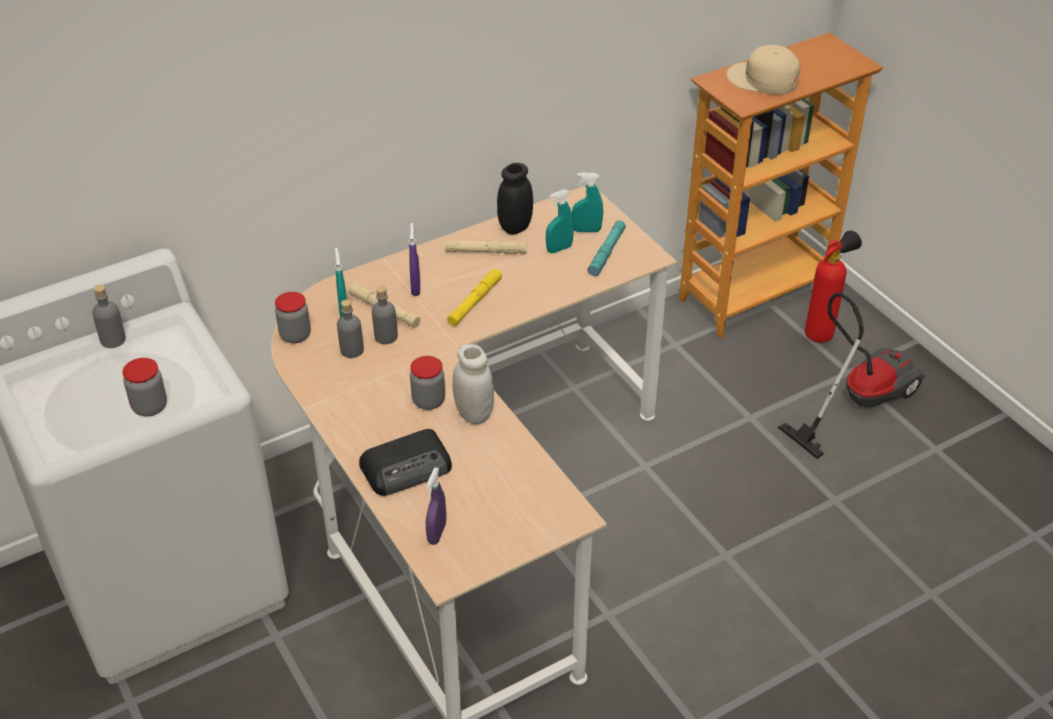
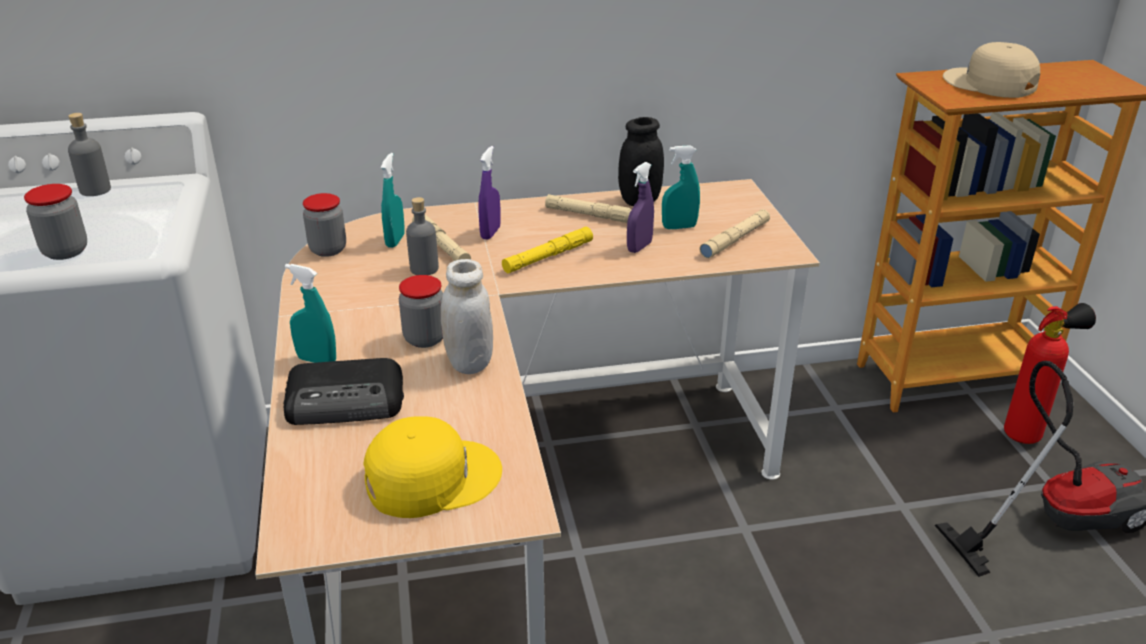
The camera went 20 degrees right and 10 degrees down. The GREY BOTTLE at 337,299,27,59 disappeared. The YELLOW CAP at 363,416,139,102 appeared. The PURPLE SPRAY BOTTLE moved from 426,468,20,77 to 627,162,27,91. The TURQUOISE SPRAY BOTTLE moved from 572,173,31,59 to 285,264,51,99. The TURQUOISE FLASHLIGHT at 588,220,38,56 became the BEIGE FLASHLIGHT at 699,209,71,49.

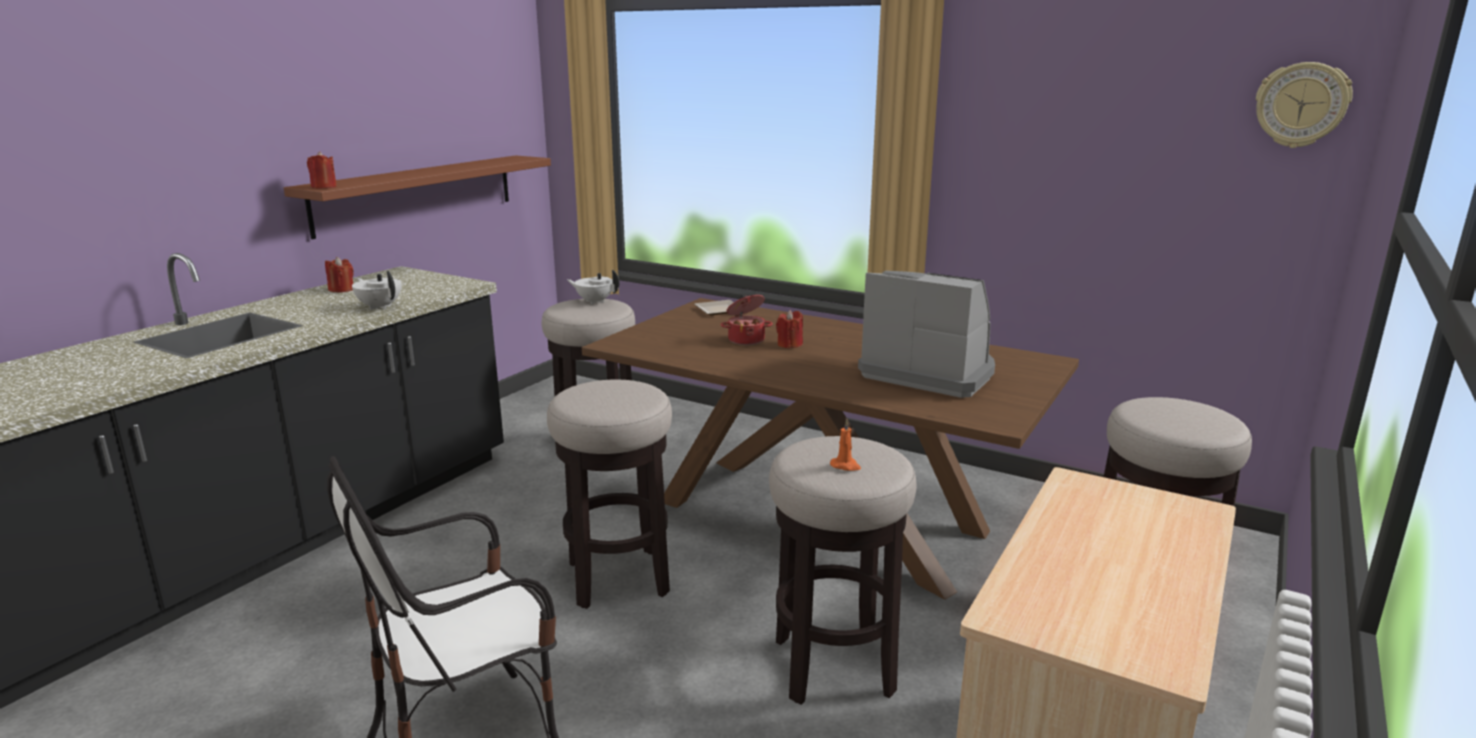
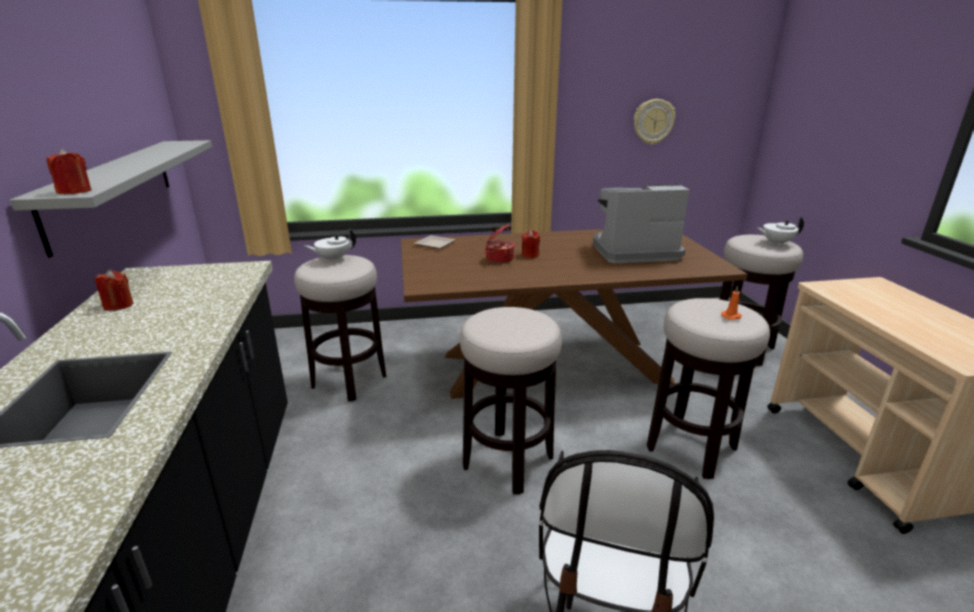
The camera went 40 degrees left and 5 degrees up. The WHITE TEAPOT moved from 352,271,50,39 to 756,217,48,29. The WALL CLOCK moved from 1256,62,97,86 to 634,99,42,46. The BROWN SHELF at 284,155,267,84 became the GREY SHELF at 10,140,202,118.

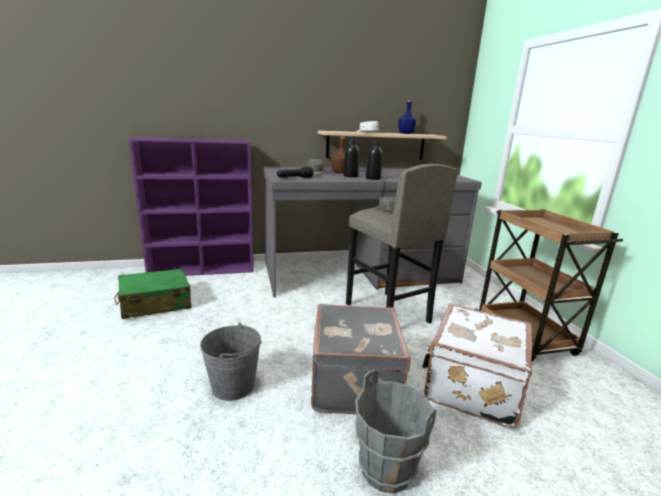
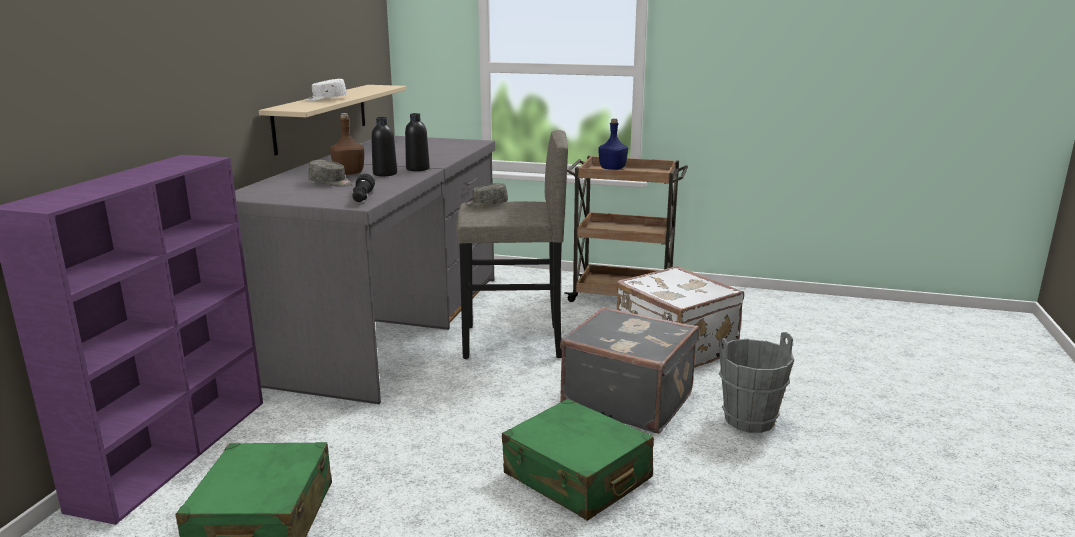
The camera went 60 degrees left and 0 degrees up. The BLUE BOTTLE moved from 399,99,17,35 to 598,118,30,52. The GREY BUCKET at 200,323,62,78 was replaced by the GREEN SUITCASE at 502,399,152,122.

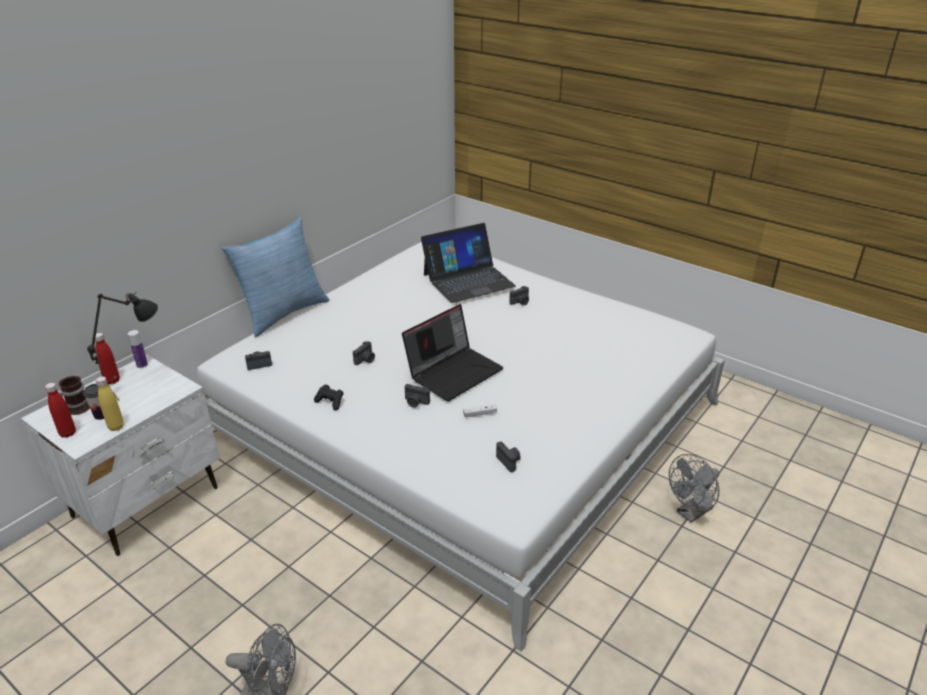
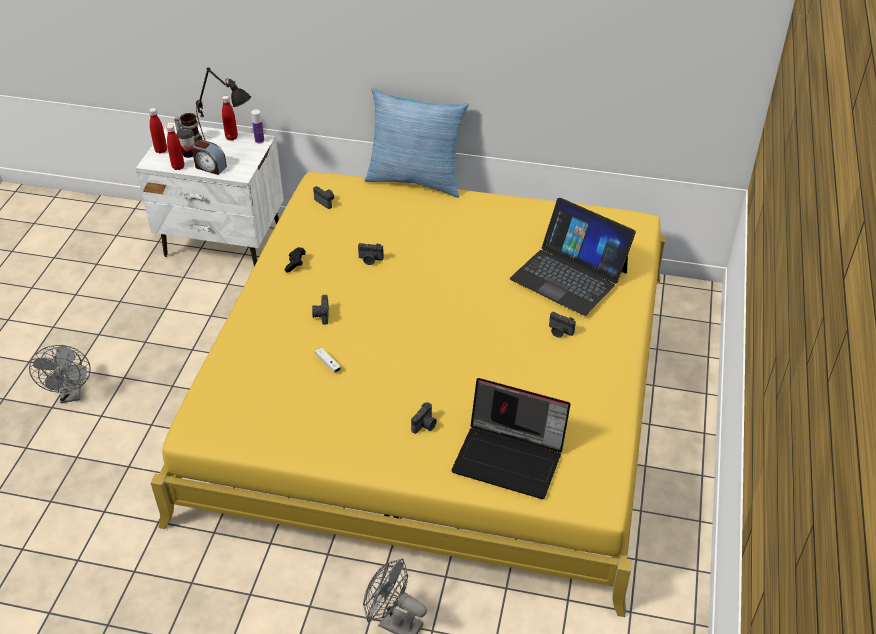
The camera went 65 degrees right and 10 degrees up. The ALARM CLOCK at 192,140,35,35 appeared. The LAPTOP moved from 402,304,102,98 to 451,378,119,121. The PHOTO CAMERA moved from 496,441,25,31 to 411,402,26,32. The YELLOW BOTTLE at 96,376,28,55 became the RED BOTTLE at 166,124,18,46. The WHITE BED at 197,242,528,410 became the YELLOW BED at 151,172,515,445.

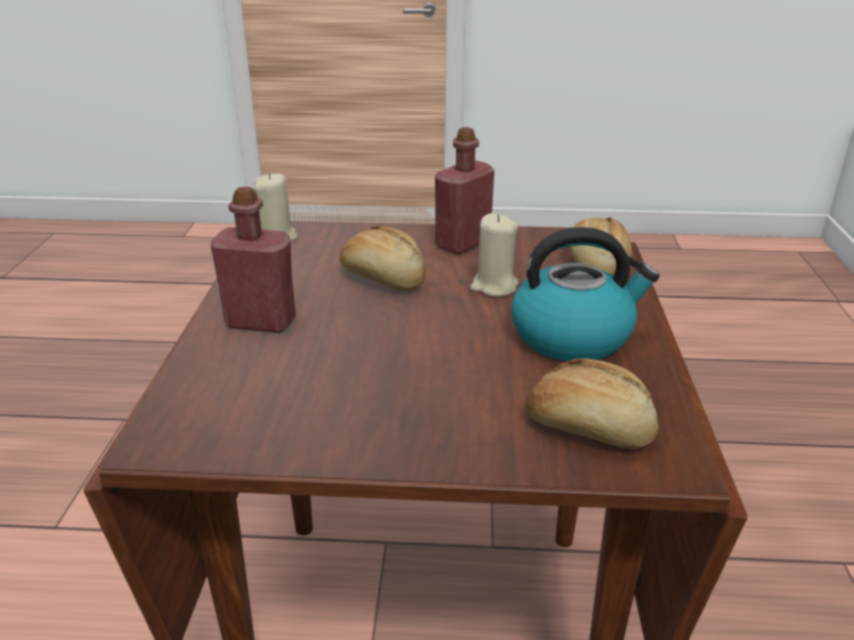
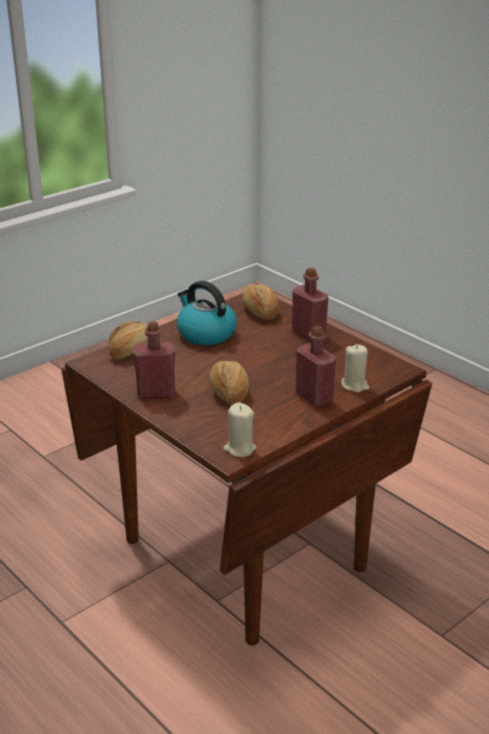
The camera went 135 degrees left and 0 degrees up. The RED BOTTLE at 292,268,36,73 appeared. The BEIGE CANDLE moved from 470,213,48,83 to 341,344,28,49.

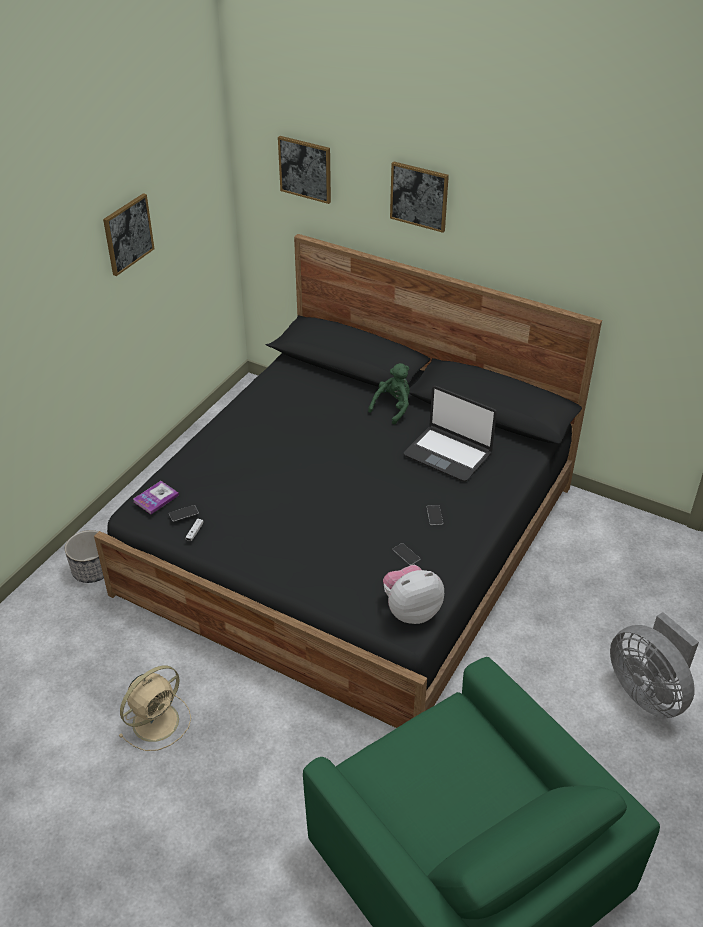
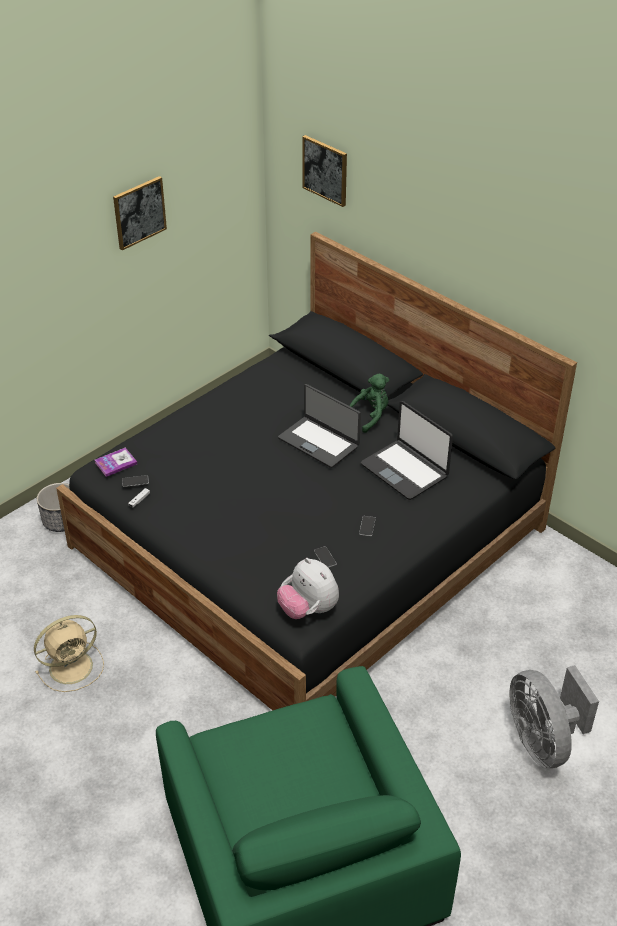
The camera went 15 degrees right and 0 degrees up. The PICTURE at 390,161,59,72 disappeared. The LAPTOP at 278,384,83,84 appeared. The PLUSH TOY at 383,565,61,59 turned 120 degrees counterclockwise.

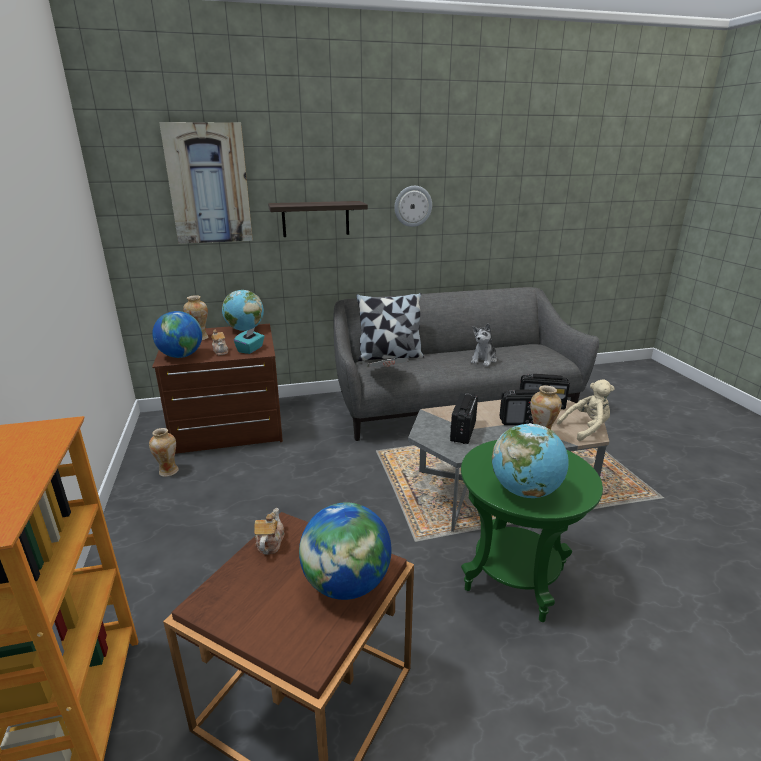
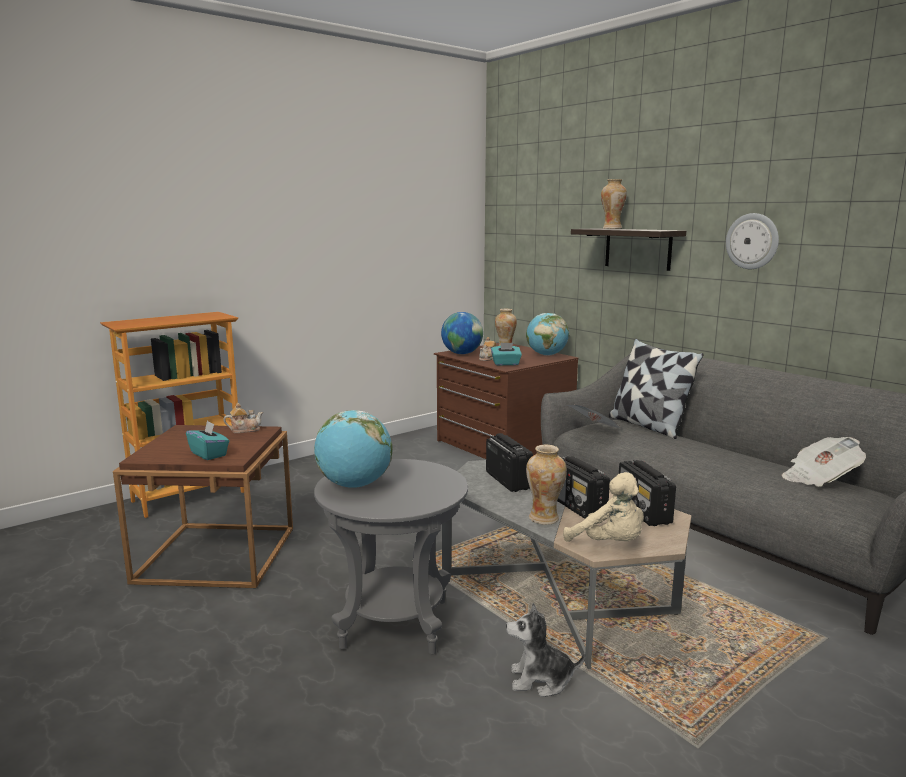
The camera went 65 degrees right and 10 degrees down. The PICTURE at 159,122,94,122 disappeared. The NEWSPAPER at 782,437,84,50 appeared. The VASE moved from 149,428,30,49 to 601,179,26,50. The PLUSH TOY moved from 471,323,26,43 to 506,603,79,94. The GLOBE at 299,502,93,98 was replaced by the TURQUOISE TISSUE BOX at 186,420,43,40. The GREEN SIDE TABLE at 461,440,142,182 became the GREY SIDE TABLE at 314,459,154,195. The RADIO at 450,393,28,51 turned 75 degrees clockwise.

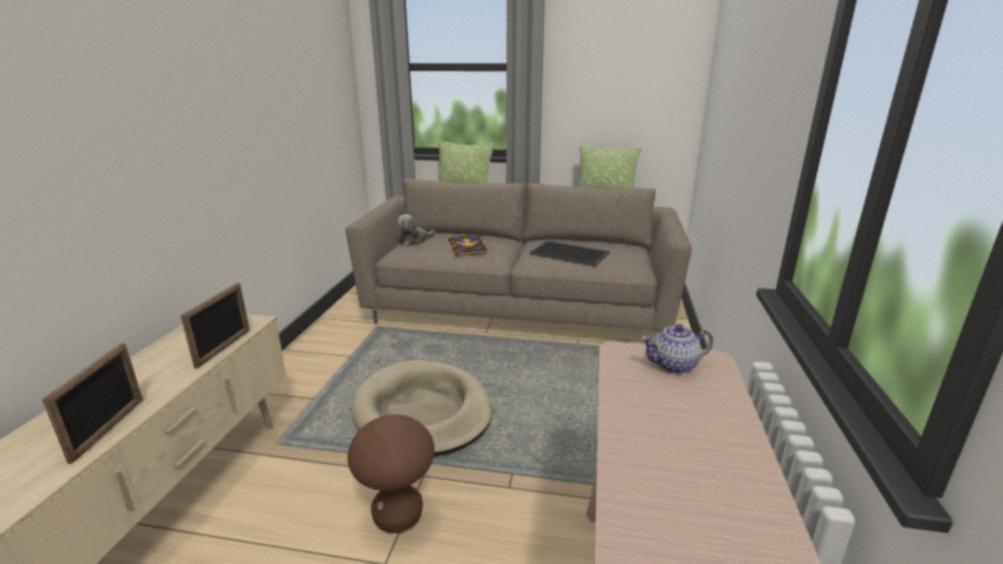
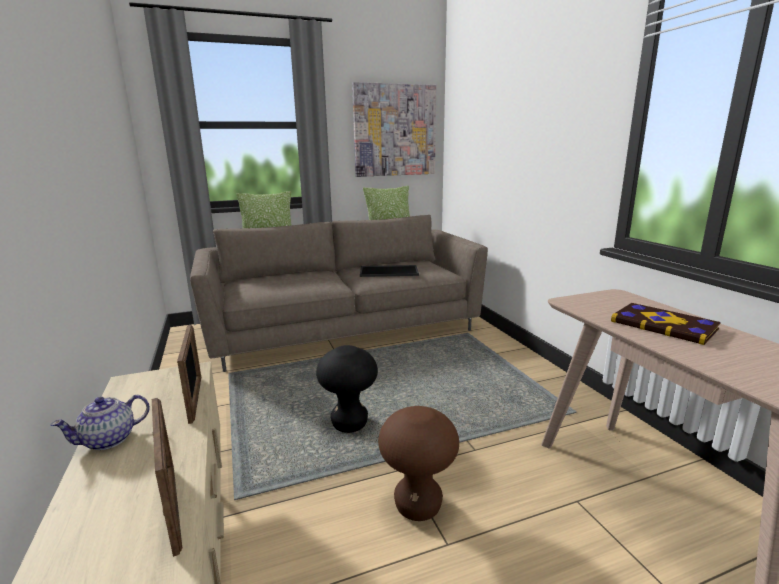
The camera went 30 degrees left and 5 degrees down. The PLUSH TOY at 396,214,39,32 disappeared. The PICTURE at 352,82,84,95 appeared. The BOOK moved from 448,235,41,21 to 611,303,110,42. The TEAPOT moved from 641,324,72,50 to 50,395,100,55. The BEIGE DOG BED at 351,360,142,96 was replaced by the BLACK STOOL at 316,345,62,88.

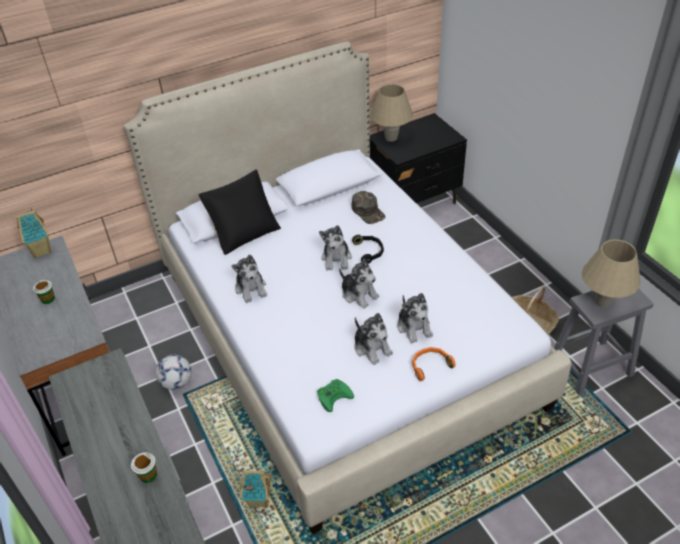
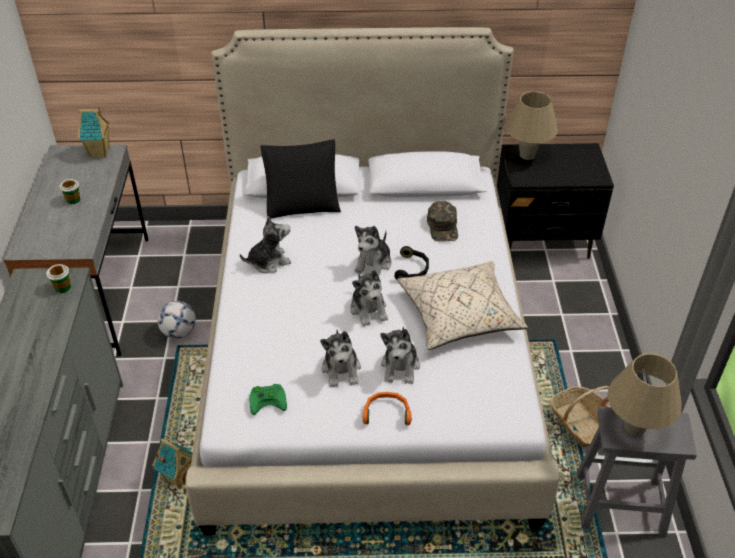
The camera went 25 degrees right and 0 degrees up. The BEIGE PILLOW at 397,261,131,89 appeared. The CUP moved from 131,452,26,31 to 46,264,25,29. The PLUSH TOY at 232,254,35,49 turned 120 degrees counterclockwise.

